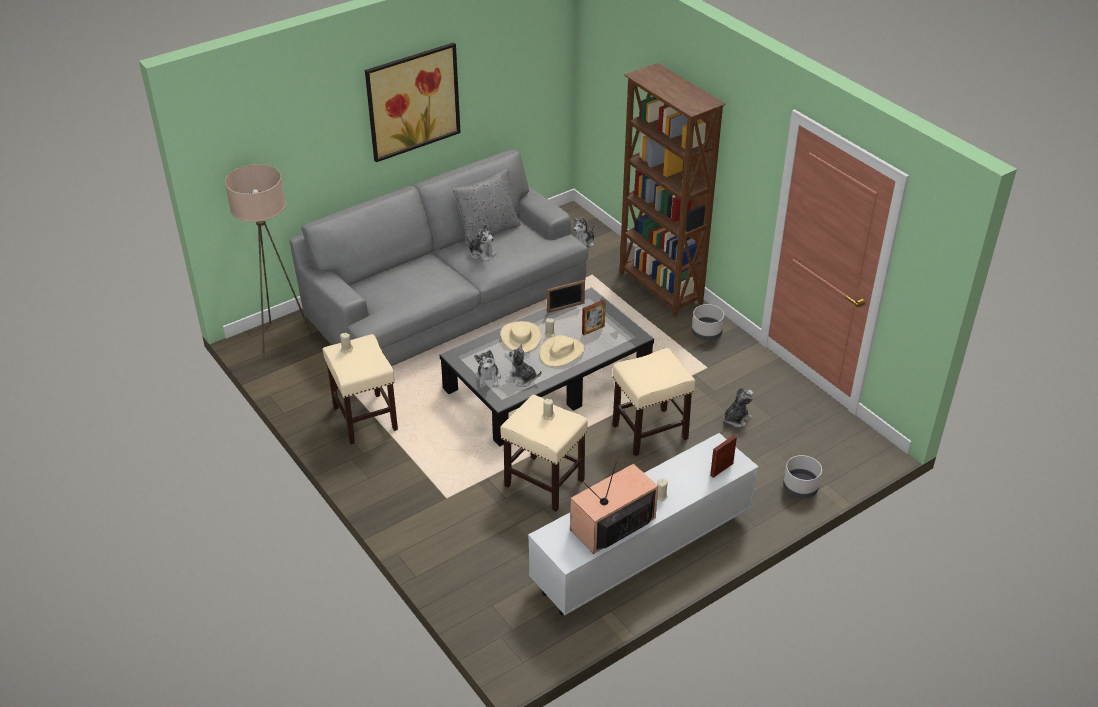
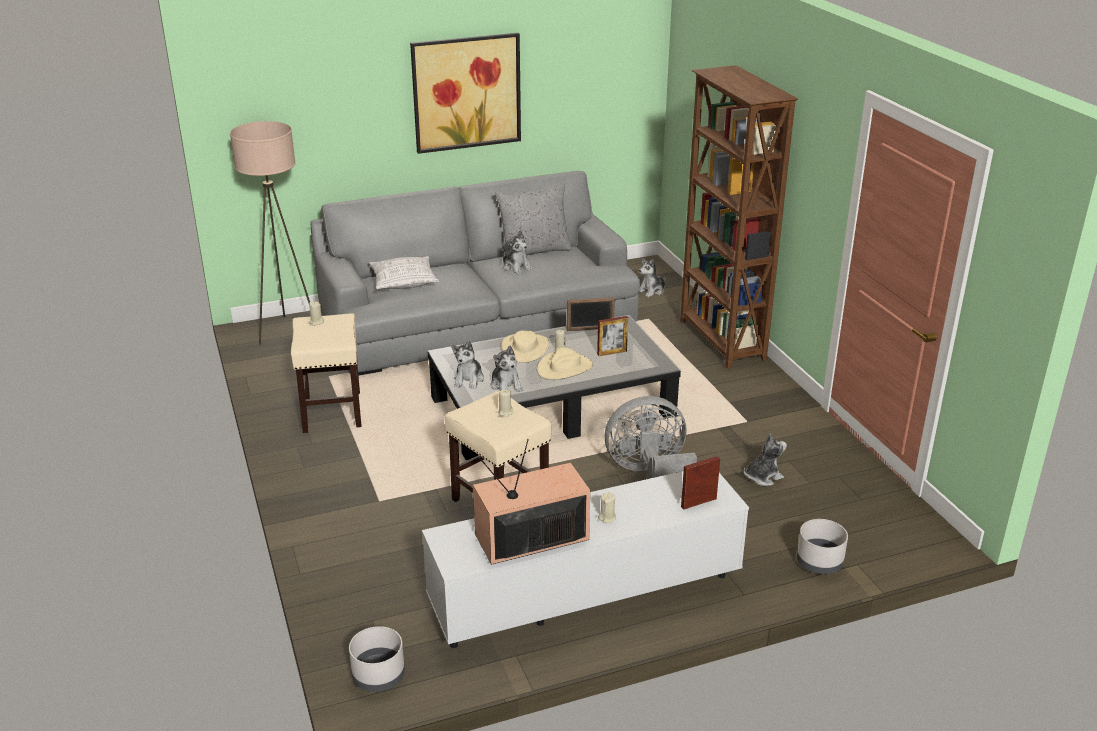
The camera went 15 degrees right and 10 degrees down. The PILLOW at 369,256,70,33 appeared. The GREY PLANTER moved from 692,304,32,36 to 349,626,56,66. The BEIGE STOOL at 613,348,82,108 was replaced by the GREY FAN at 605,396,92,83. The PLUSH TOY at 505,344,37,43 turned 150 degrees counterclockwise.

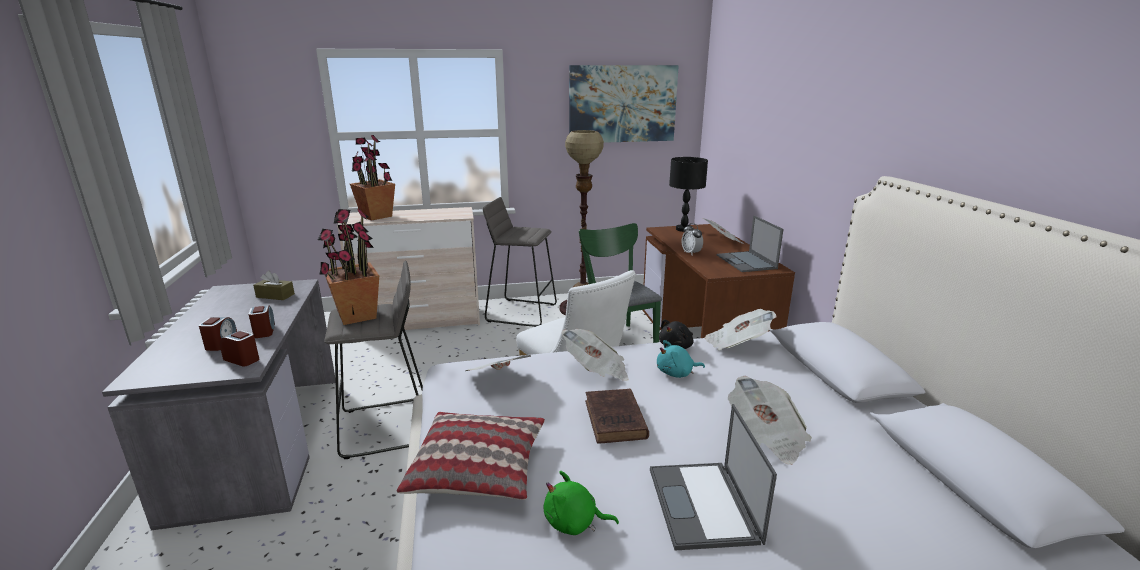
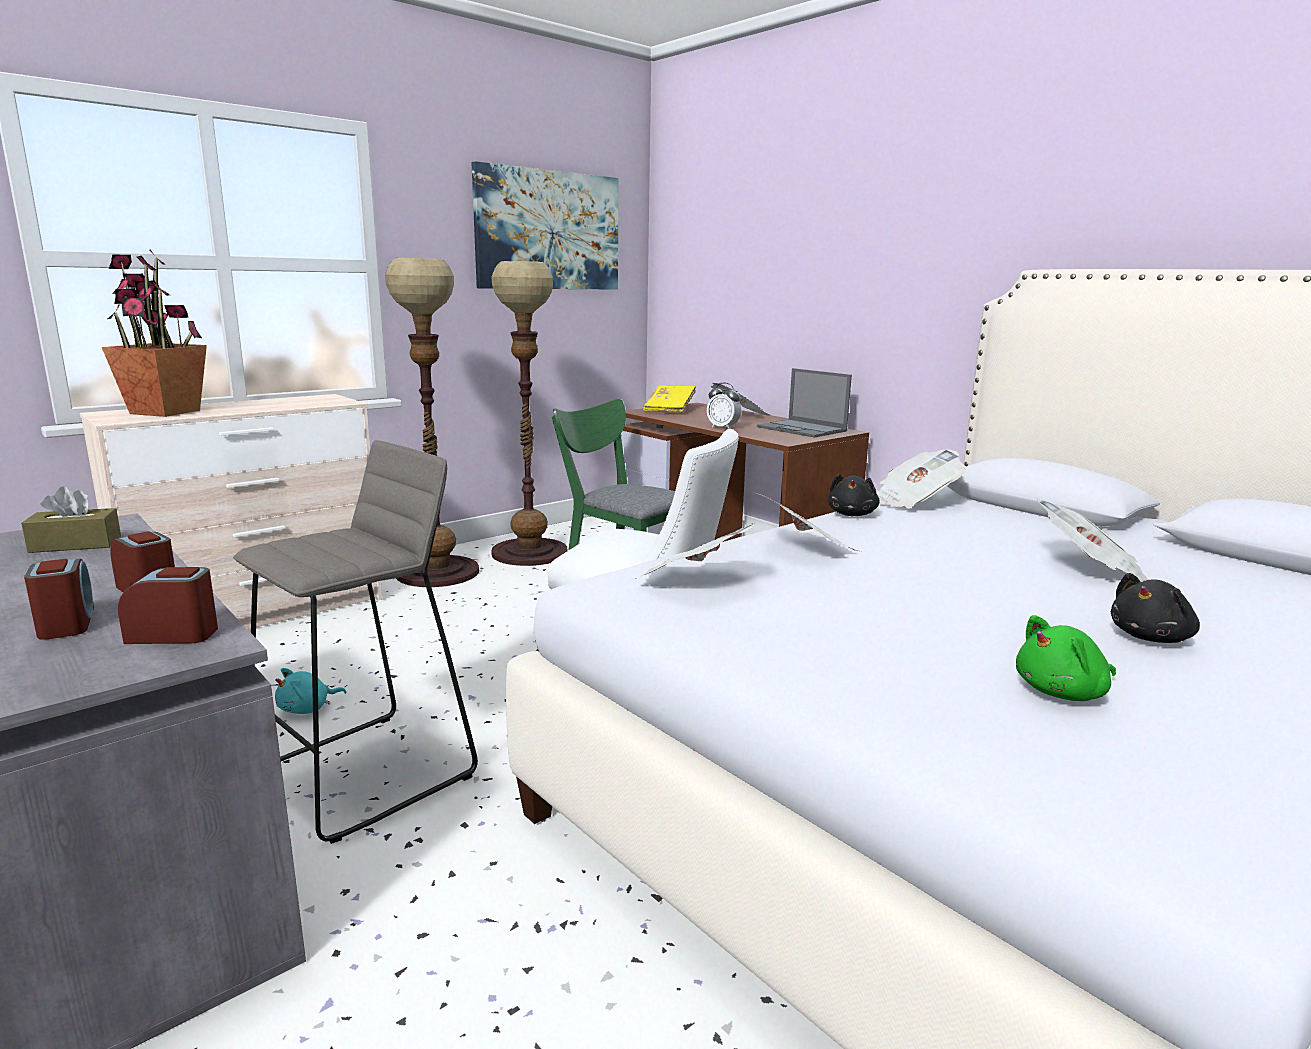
The camera went 30 degrees left and 5 degrees down. The POTTED PLANT at 318,208,61,117 disappeared. The PILLOW at 397,412,148,88 disappeared. The BROWN BOOK at 585,388,64,55 disappeared. The TURQUOISE PLUSH TOY moved from 657,340,48,38 to 275,668,71,46. The GREY STOOL at 483,197,74,130 was replaced by the FLOOR LAMP at 385,258,94,329. The LAPTOP at 650,404,127,146 was replaced by the BLACK PLUSH TOY at 1110,573,90,70. The BLACK TABLE LAMP at 669,157,39,75 was replaced by the YELLOW BOOK at 643,385,53,28.

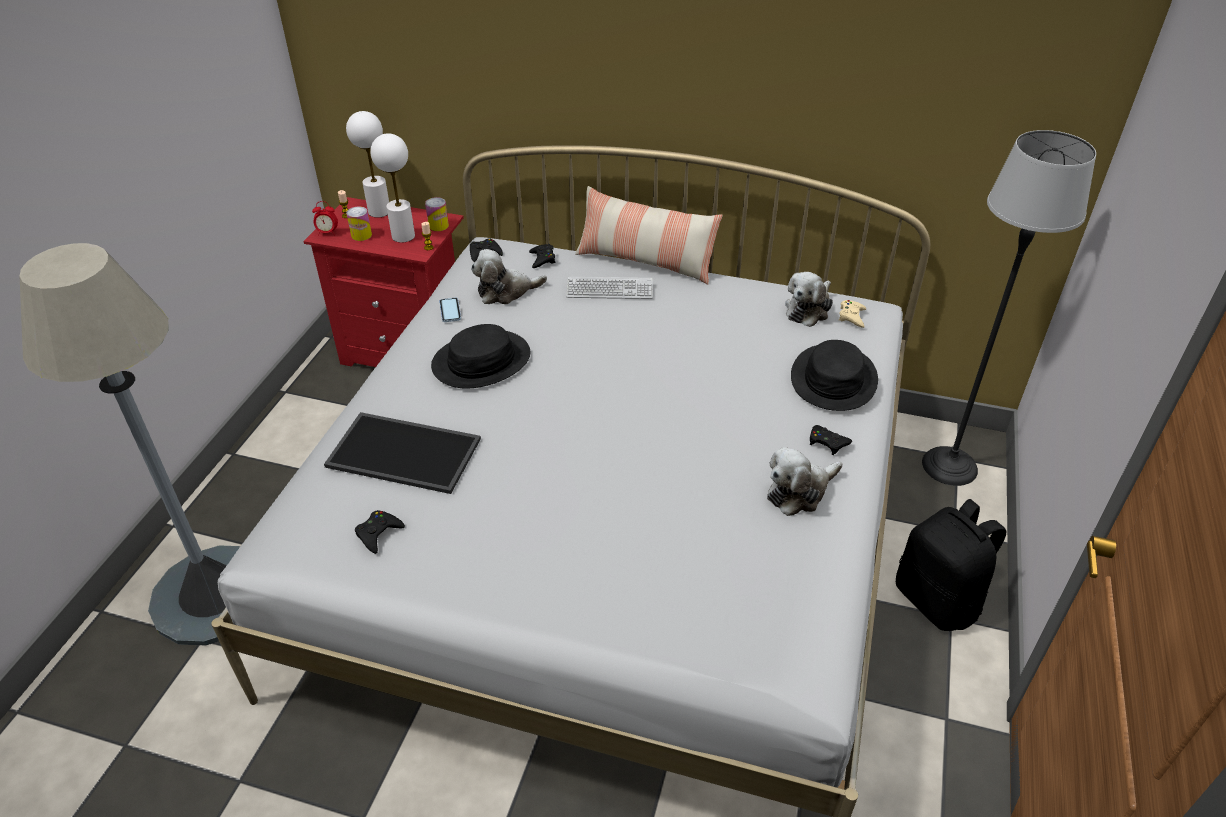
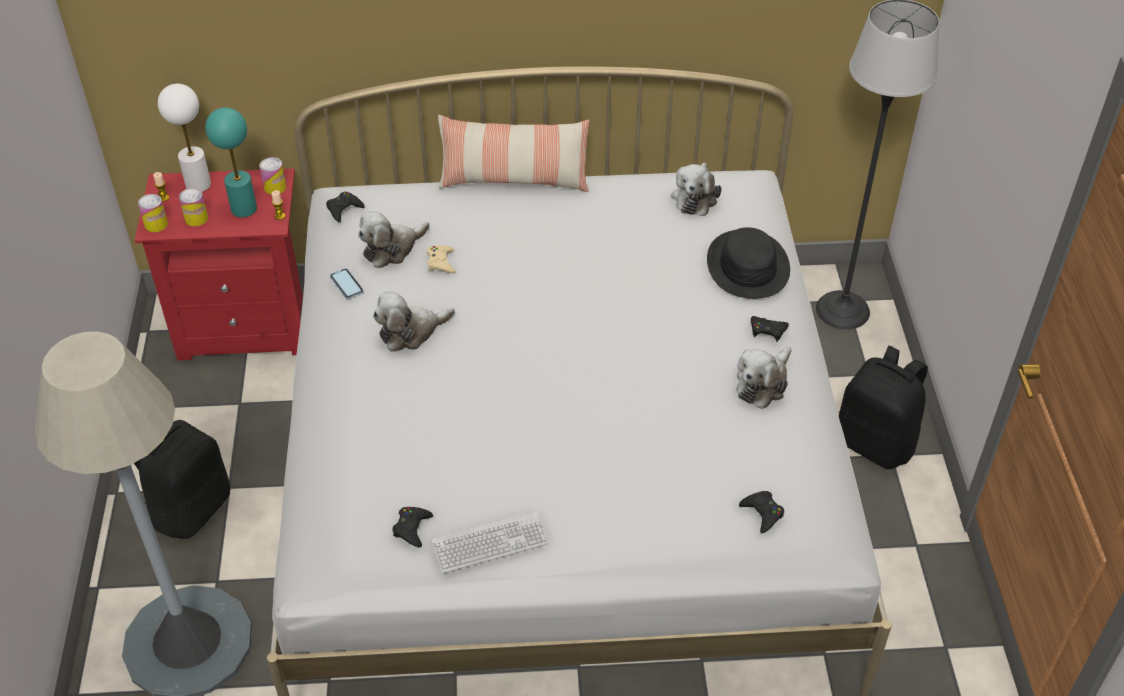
The camera went 20 degrees left and 5 degrees up. The TRAY at 324,412,157,82 disappeared. The BLACK BACKPACK at 134,420,96,119 appeared. The BLACK GAME CONTROLLER moved from 529,244,27,24 to 739,491,45,42. The KEYBOARD moved from 566,277,87,22 to 432,511,116,62. The BEIGE GAME CONTROLLER moved from 839,300,27,28 to 427,245,28,28. The ALARM CLOCK at 312,201,26,35 was replaced by the CAN at 138,194,30,38. The BLACK HAT at 431,324,99,65 was replaced by the PLUSH TOY at 373,291,82,61. The WHITE TABLE LAMP at 370,133,45,110 became the TURQUOISE TABLE LAMP at 205,107,52,111.

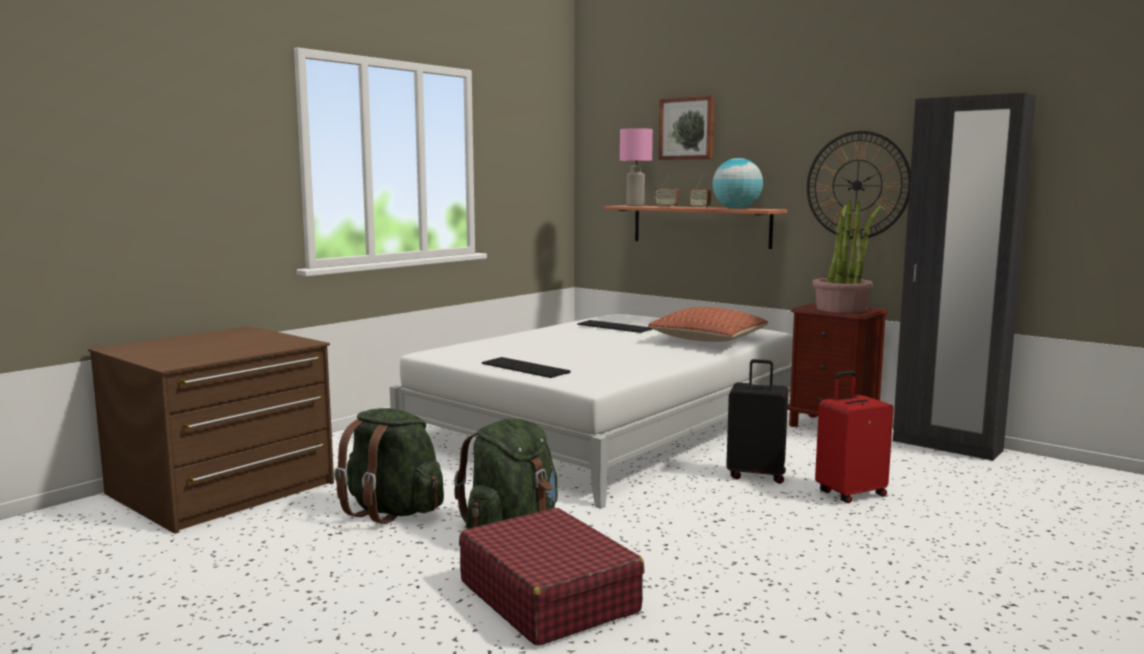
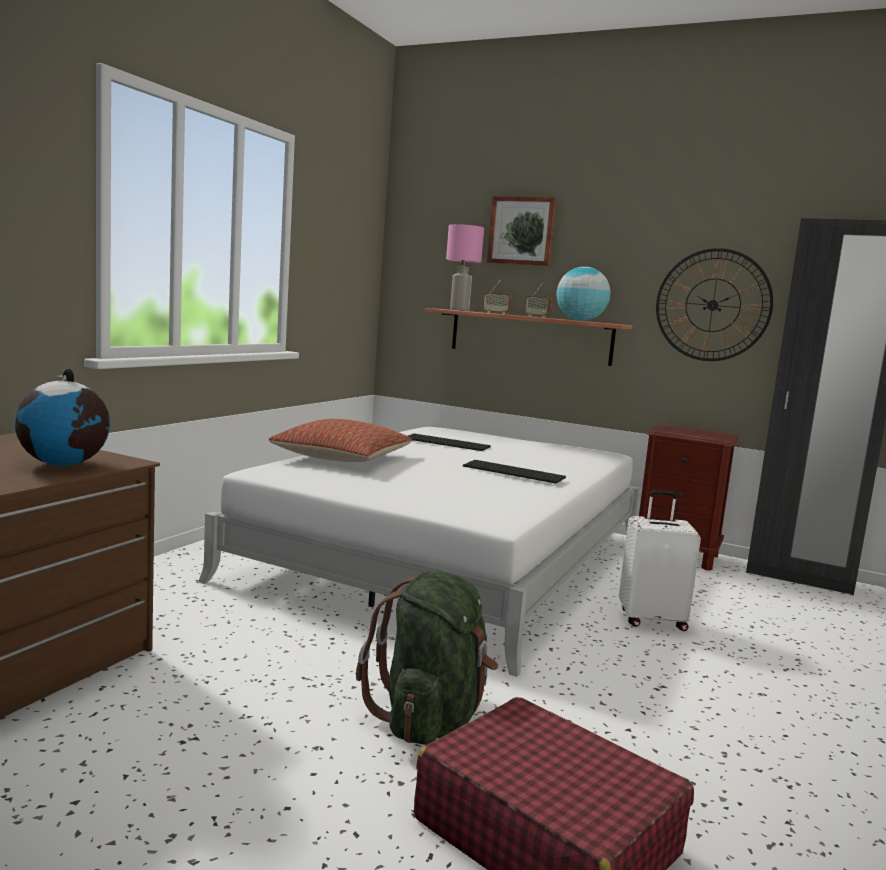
The camera went 15 degrees left and 0 degrees up. The GREEN BACKPACK at 334,408,110,116 disappeared. The POTTED PLANT at 812,200,69,113 disappeared. The RED SUITCASE at 815,371,79,132 disappeared. The GLOBE at 15,369,95,97 appeared. The KEYBOARD moved from 482,357,89,21 to 463,460,103,24. The PILLOW moved from 648,307,120,35 to 268,419,144,43. The BLACK SUITCASE at 726,359,62,125 became the WHITE SUITCASE at 619,490,82,141.

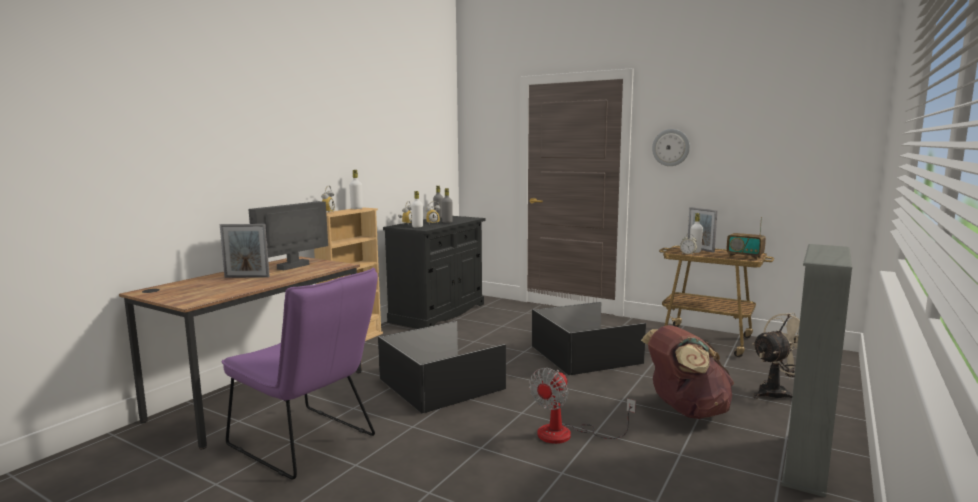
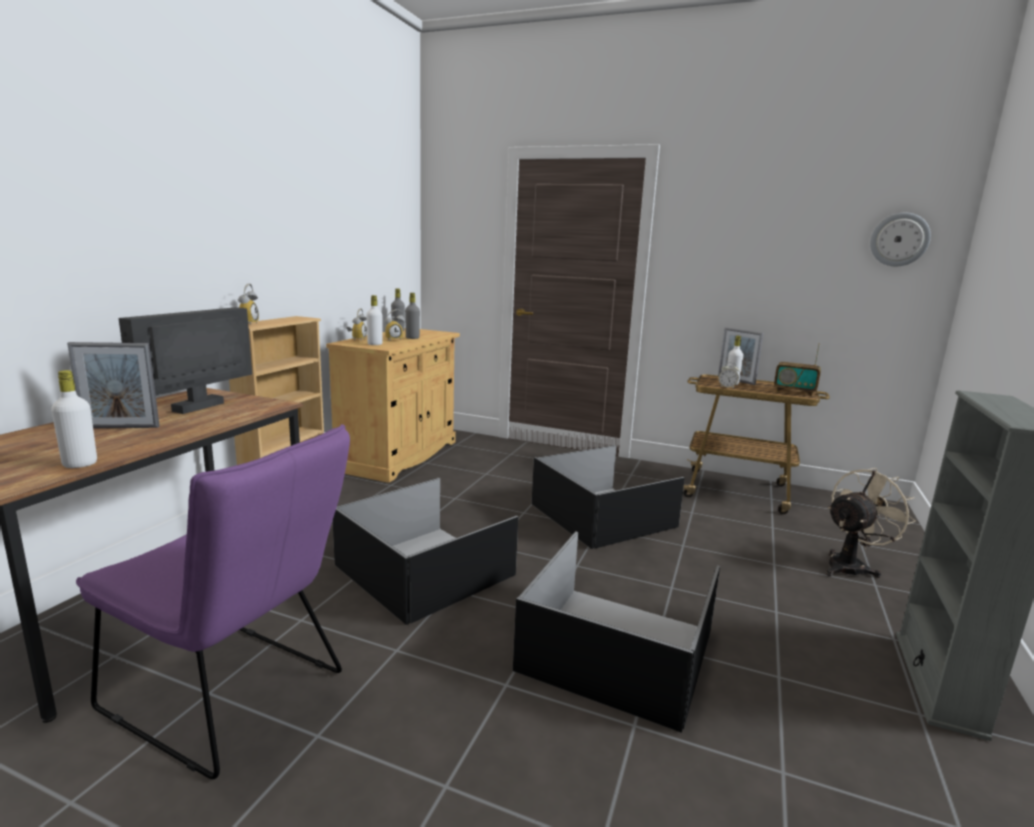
The camera went 10 degrees left and 5 degrees up. The BROWN BACKPACK at 641,325,93,94 disappeared. The WHITE BOTTLE moved from 349,170,14,39 to 51,370,46,98. The WALL CLOCK moved from 652,129,38,37 to 870,212,61,54. The FAN at 529,368,107,76 was replaced by the BLACK STORAGE BOX at 513,531,207,202. The BLACK CABINET at 383,216,103,113 became the BEIGE CABINET at 326,328,134,155.

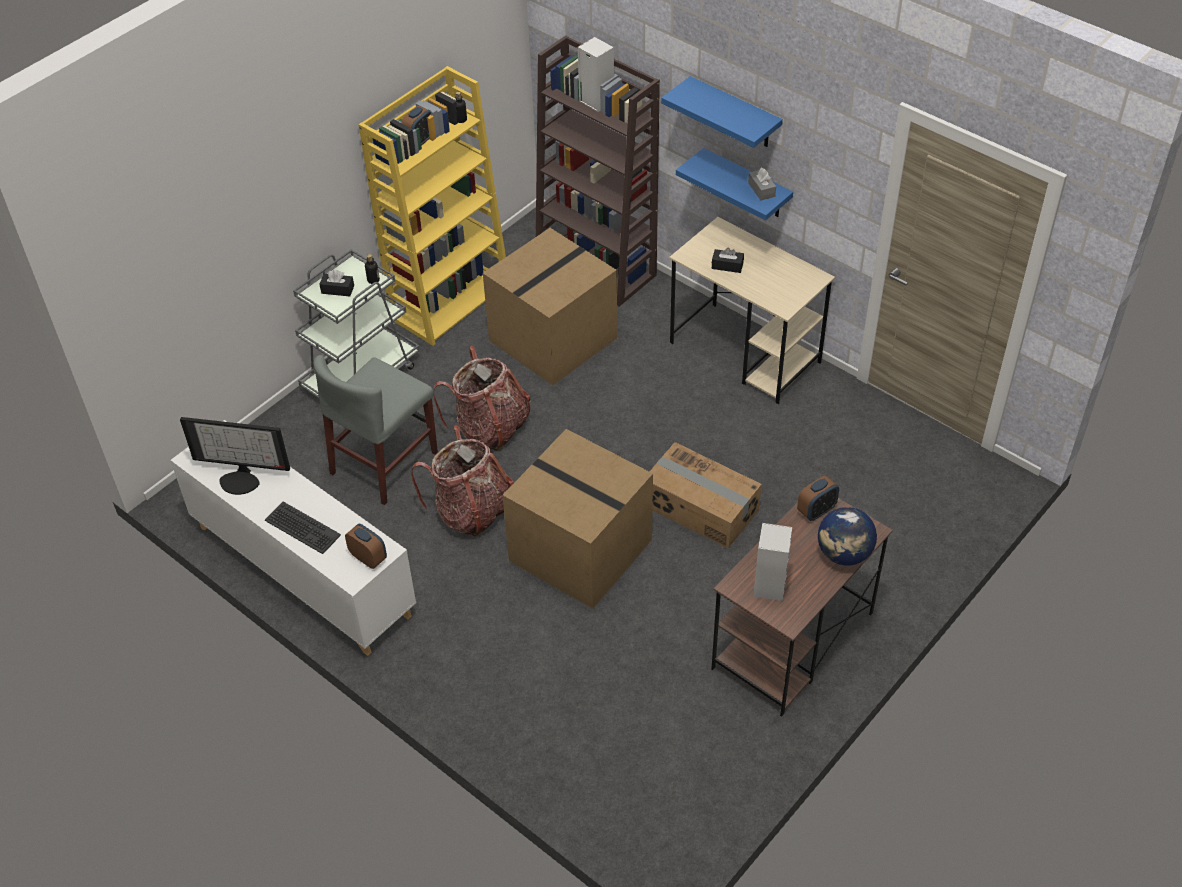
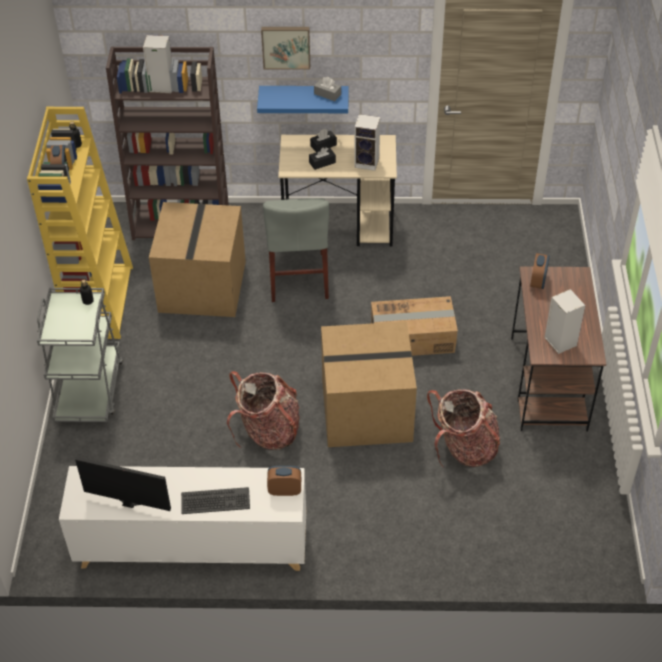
The camera went 40 degrees left and 0 degrees up. The GLOBE at 818,507,59,59 disappeared. The SPEAKER at 354,114,26,57 appeared. The GREY CHAIR moved from 313,355,125,150 to 263,198,66,104. The BLACK TISSUE BOX moved from 319,270,35,26 to 310,129,27,23. The BACKPACK moved from 433,346,98,105 to 427,389,73,78. The BLUE SHELF at 661,76,122,72 was replaced by the PICTURE at 261,27,49,43. The MONITOR at 180,417,110,78 turned 135 degrees counterclockwise.

